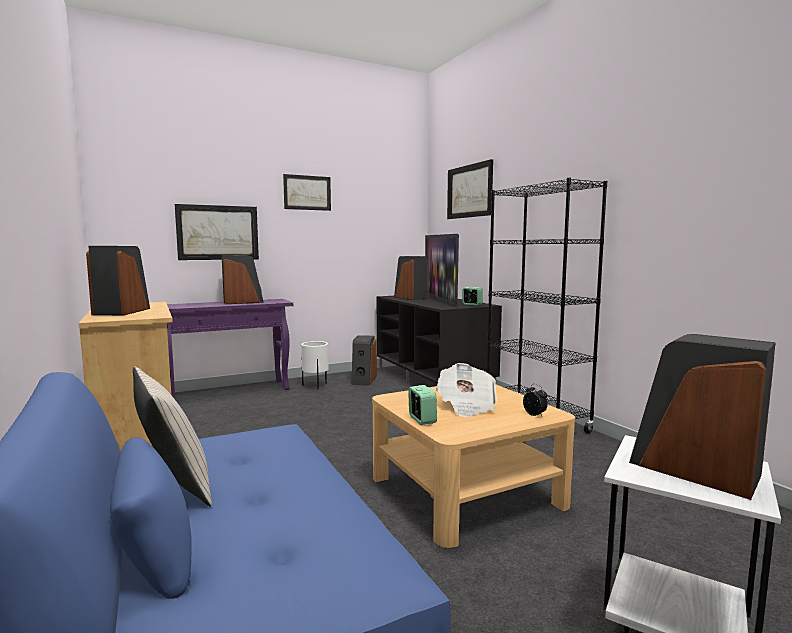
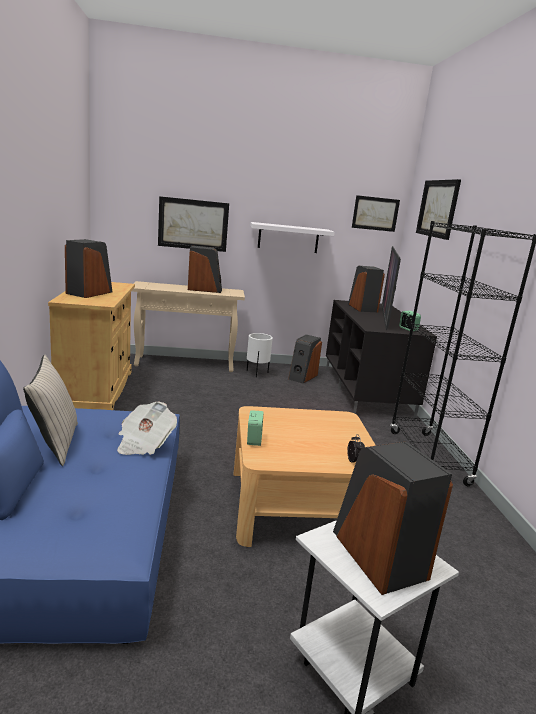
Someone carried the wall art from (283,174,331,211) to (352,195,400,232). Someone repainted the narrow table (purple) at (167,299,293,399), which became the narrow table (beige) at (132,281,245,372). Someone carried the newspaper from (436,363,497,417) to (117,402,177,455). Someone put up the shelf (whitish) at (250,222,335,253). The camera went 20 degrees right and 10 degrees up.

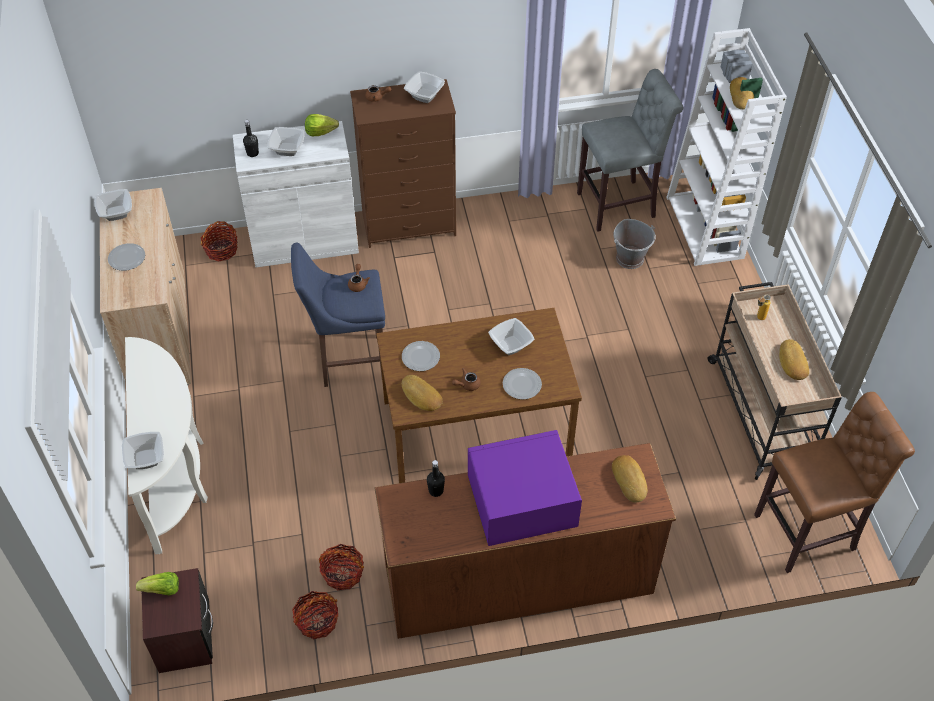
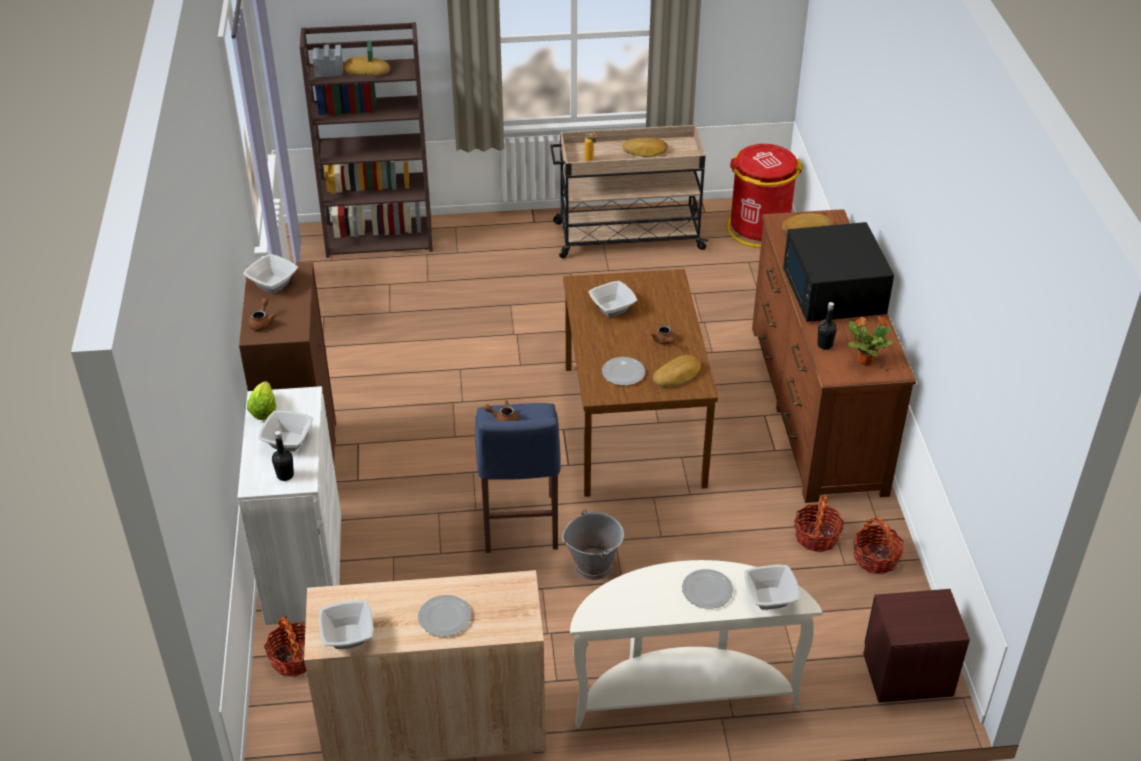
Someone repainted the shelving unit (whitish) at (666,28,787,266), which became the shelving unit (brown) at (300,22,433,258). Someone took away the sitting stool (greyish) at (577,69,683,232). Someone carried the water bucket (greyish) from (613,219,656,269) to (562,510,624,580). Someone carried the dinner plate from (503,368,542,399) to (682,569,733,609). Someone swapped the sitting stool (brown) at (754,392,915,573) for the rubbish bin (red-coloured) at (726,144,802,248). Someone repainted the microwave (purple) at (468,430,582,546), which became the microwave (blackish) at (783,222,894,322). Someone took away the lettuce at (136,572,179,595). Someone put down the potted plant at (847,316,893,365). The camera went 85 degrees left and 10 degrees down.

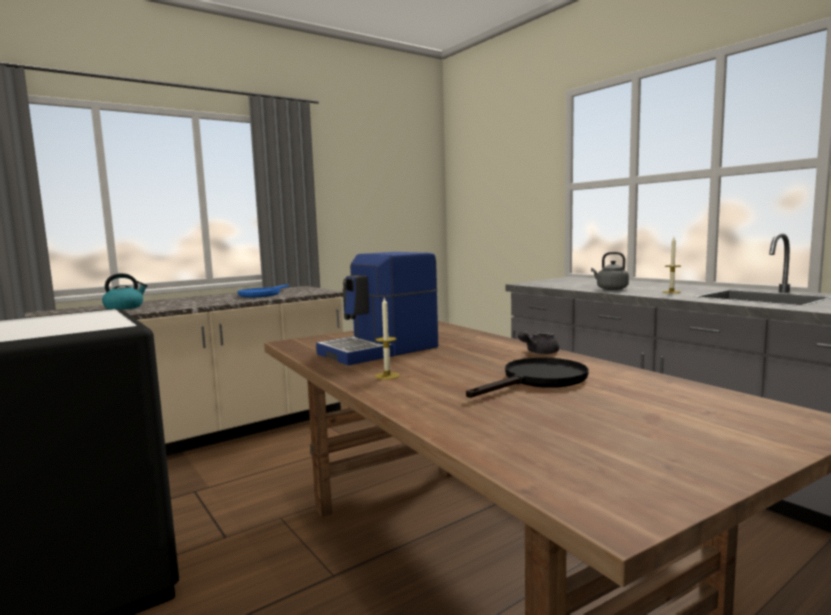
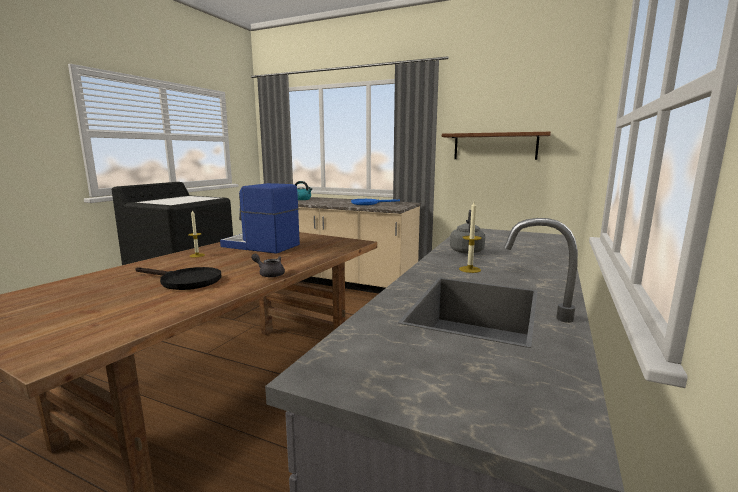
Someone put up the shelf (brown) at (442,132,551,160). The camera went 60 degrees right and 5 degrees up.

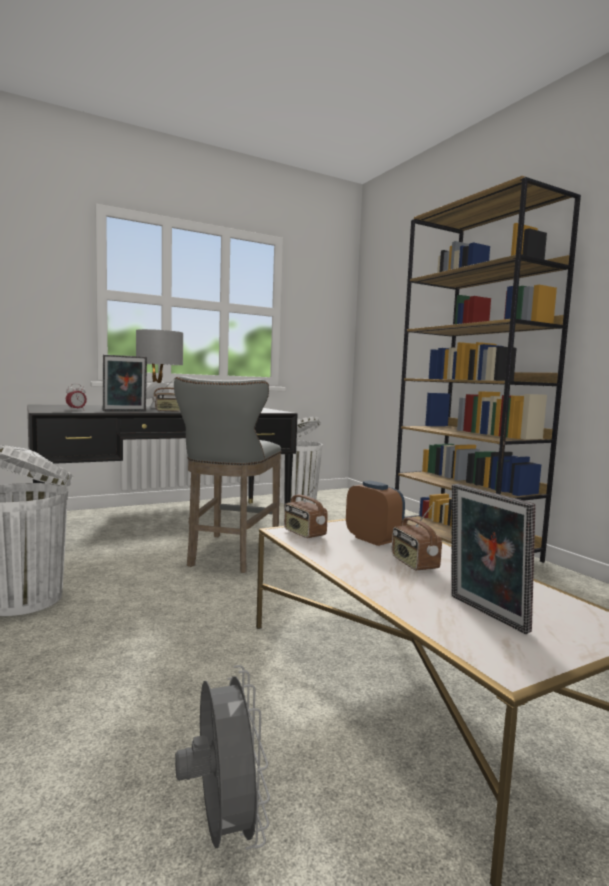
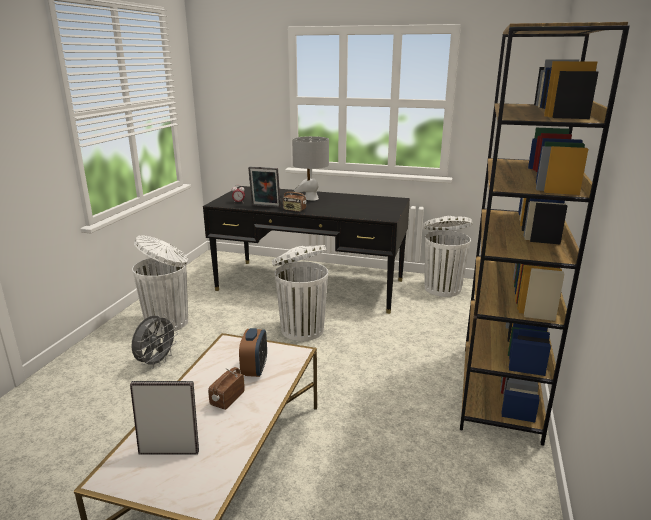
Someone swapped the sitting stool (greyish) at (174,376,282,573) for the rubbish bin (whitish) at (272,245,328,341). Someone took away the radio receiver at (284,483,328,539). Someone rotated the picture frame at (451,484,535,634) by 75 degrees clockwise. Someone carried the fan (greyish) from (175,665,270,850) to (131,314,178,368). The camera went 45 degrees right and 15 degrees up.

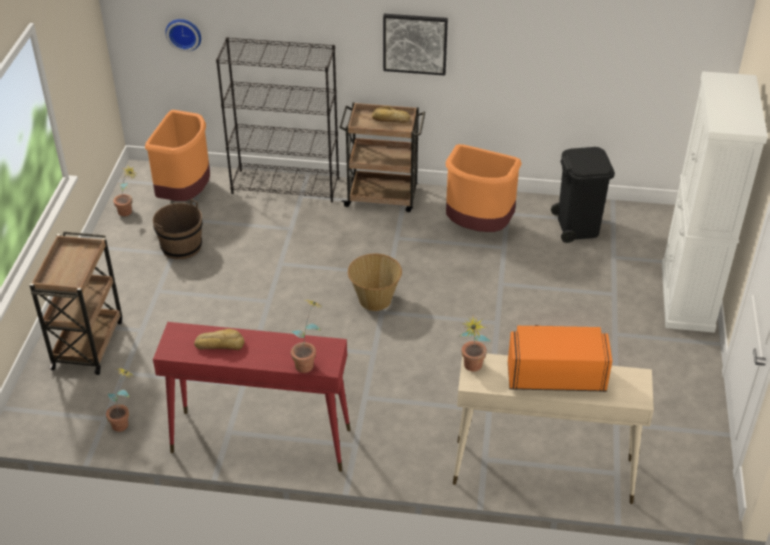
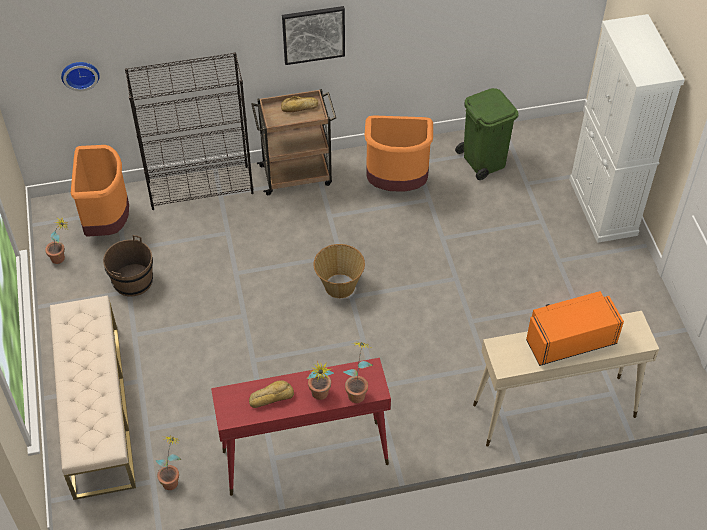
Someone repainted the rubbish bin (blackish) at (551,147,615,243), which became the rubbish bin (green) at (455,88,518,180). Someone swapped the wheeled cart (brown) at (29,232,122,375) for the long seat (beige) at (50,295,136,500). Someone carried the potted plant from (459,317,491,371) to (307,361,334,400). The camera went 20 degrees left and 10 degrees up.

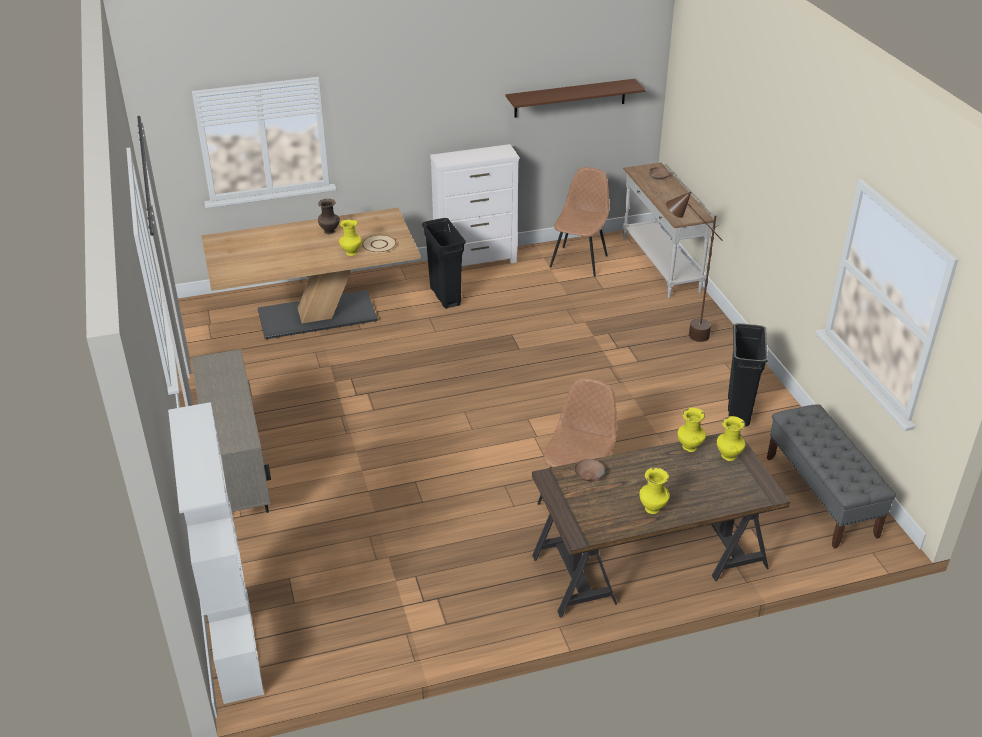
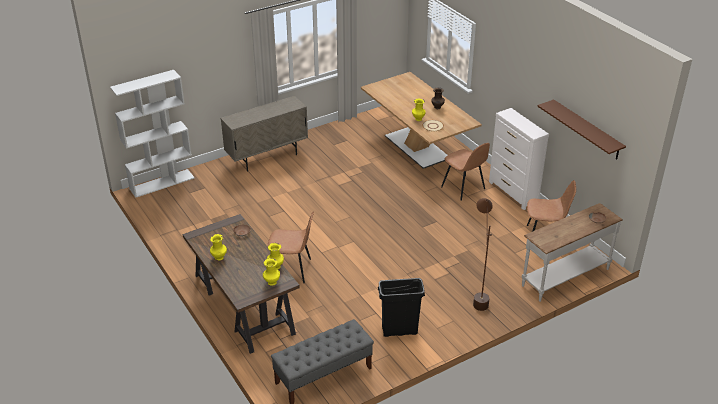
Someone swapped the rubbish bin (blackish) at (422,218,466,309) for the plain chair (brown) at (441,143,490,201). The camera went 75 degrees right and 0 degrees up.

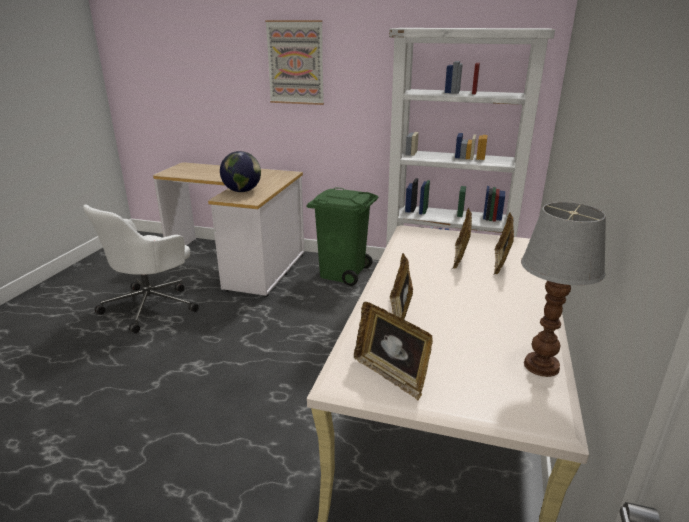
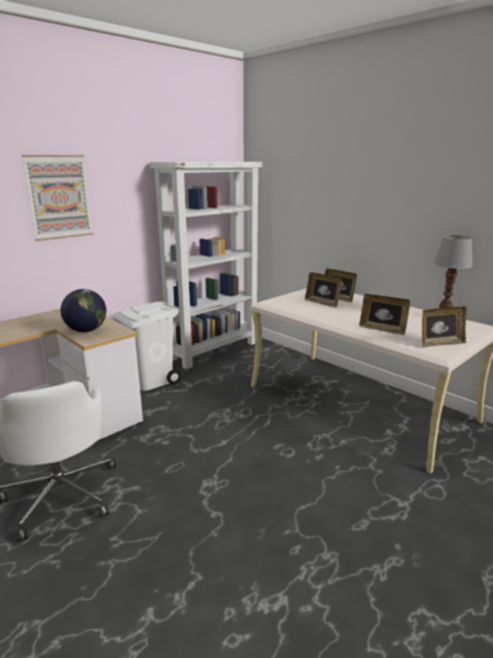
Someone repainted the rubbish bin (green) at (307,187,379,286), which became the rubbish bin (whitish) at (113,302,181,391). The camera went 60 degrees left and 5 degrees down.

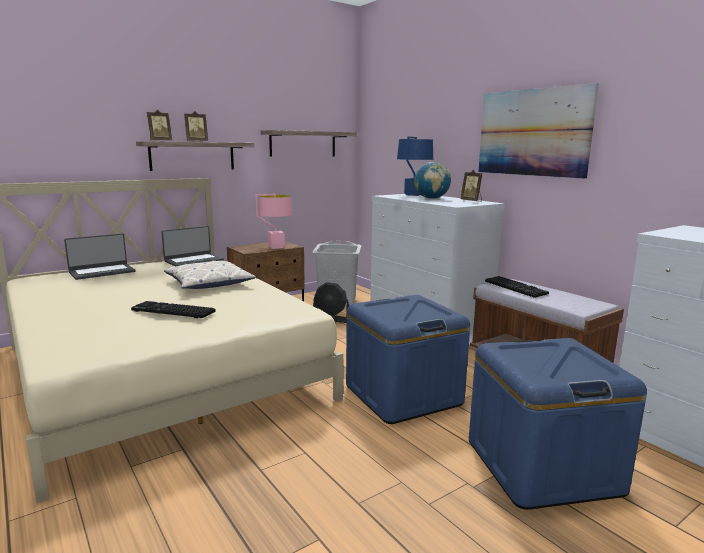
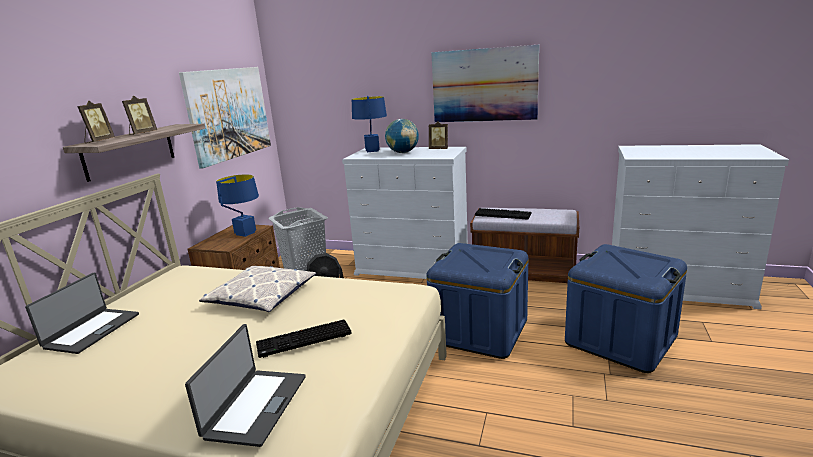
Someone swapped the shelf at (261,130,357,157) for the wall art at (179,67,271,169). Someone repainted the table lamp (pink) at (255,194,293,249), which became the table lamp (blue) at (216,174,259,237). Someone carried the notebook computer from (161,226,224,267) to (185,324,306,447). The camera went 35 degrees left and 5 degrees up.

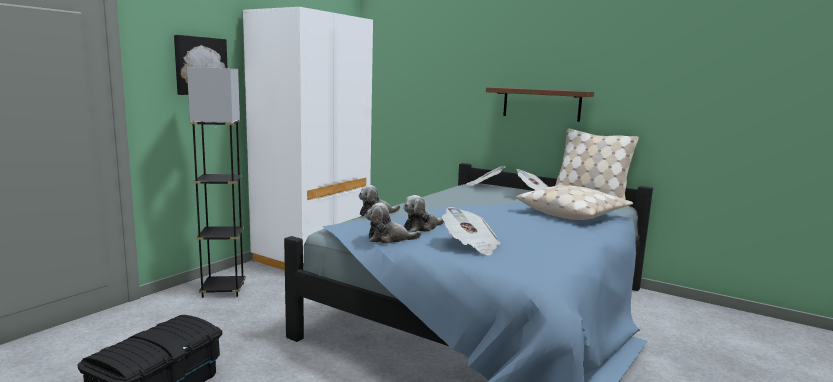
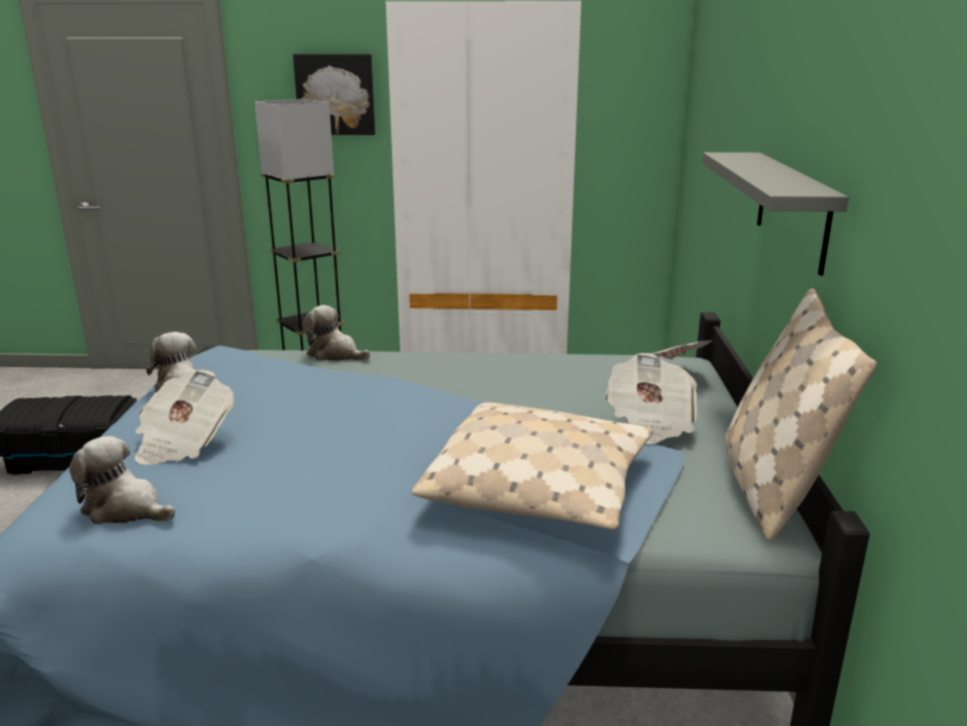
Someone repainted the shelf (brown) at (486,87,594,122), which became the shelf (greyish) at (702,152,849,276). Someone carried the cuddly toy from (403,195,444,232) to (69,436,175,524). The camera went 60 degrees right and 10 degrees up.

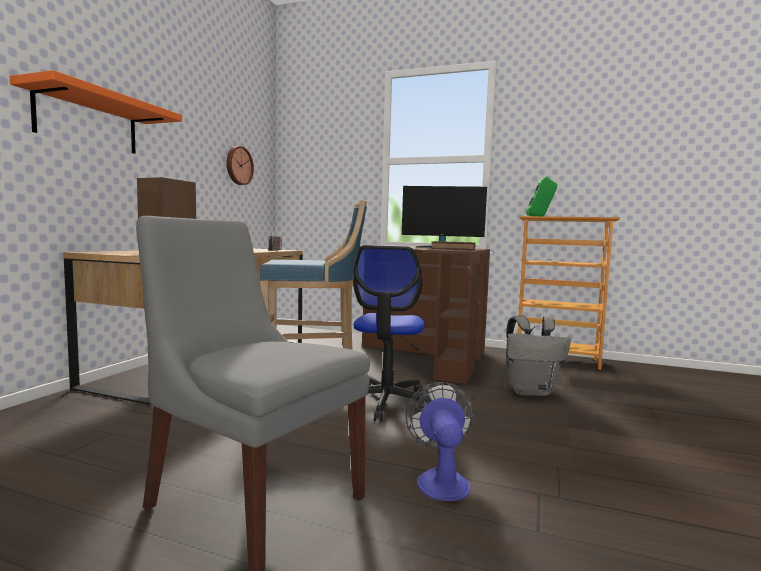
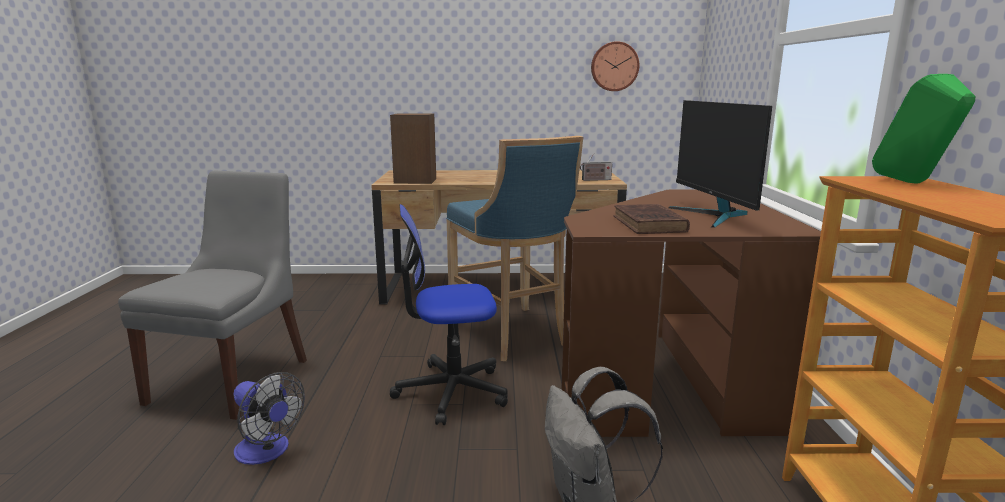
Someone took away the shelf (orangey) at (10,70,182,154). Someone rotated the fan at (406,382,474,501) by 60 degrees clockwise. The camera went 70 degrees right and 10 degrees up.

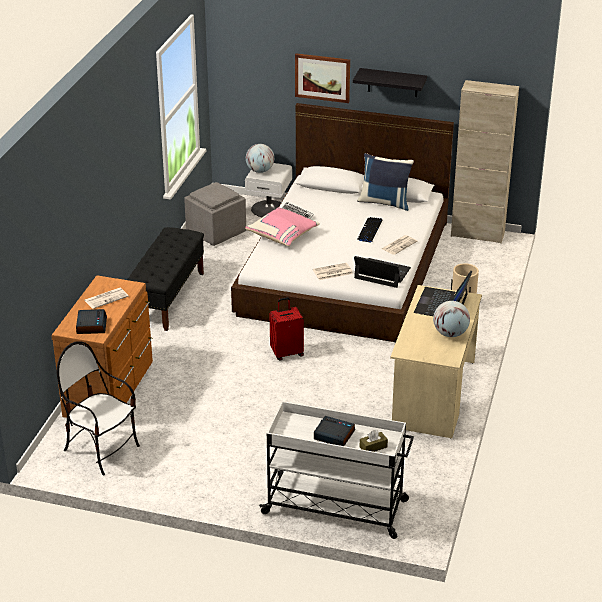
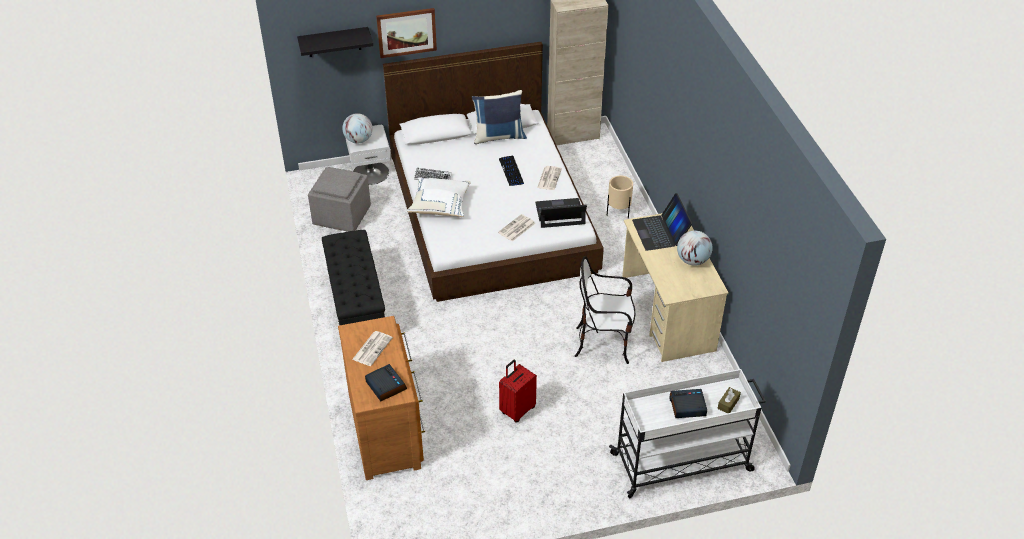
Someone carried the shelf (blackish) from (353,68,427,97) to (297,27,373,57). Someone repainted the cushion (pink) at (245,207,320,246), which became the cushion (whitish) at (407,177,471,217). Someone carried the travel case (red-coloured) from (269,297,304,361) to (499,360,537,423). Someone carried the plain chair from (57,341,140,475) to (575,256,635,364). The camera went 30 degrees left and 10 degrees up.

